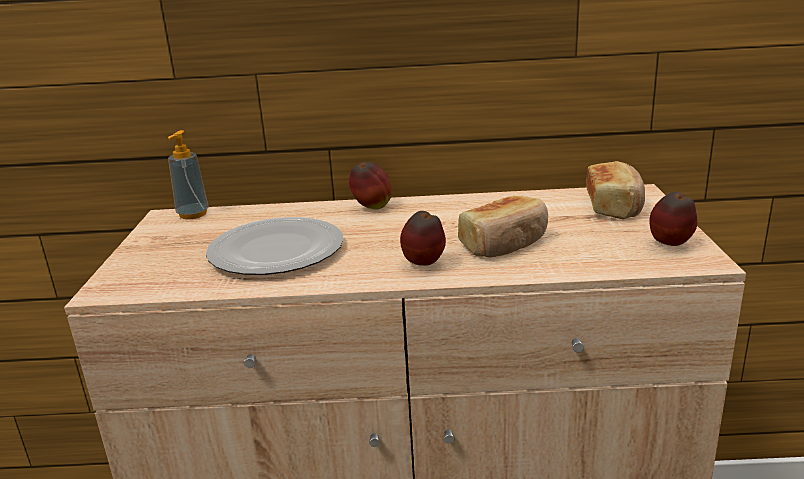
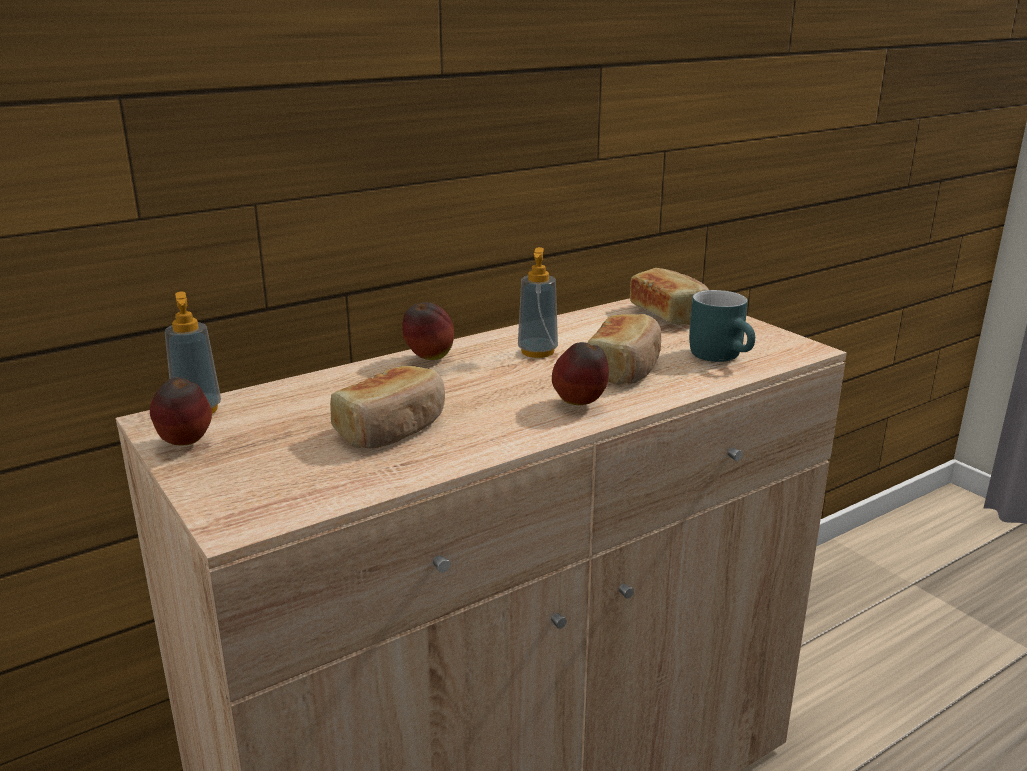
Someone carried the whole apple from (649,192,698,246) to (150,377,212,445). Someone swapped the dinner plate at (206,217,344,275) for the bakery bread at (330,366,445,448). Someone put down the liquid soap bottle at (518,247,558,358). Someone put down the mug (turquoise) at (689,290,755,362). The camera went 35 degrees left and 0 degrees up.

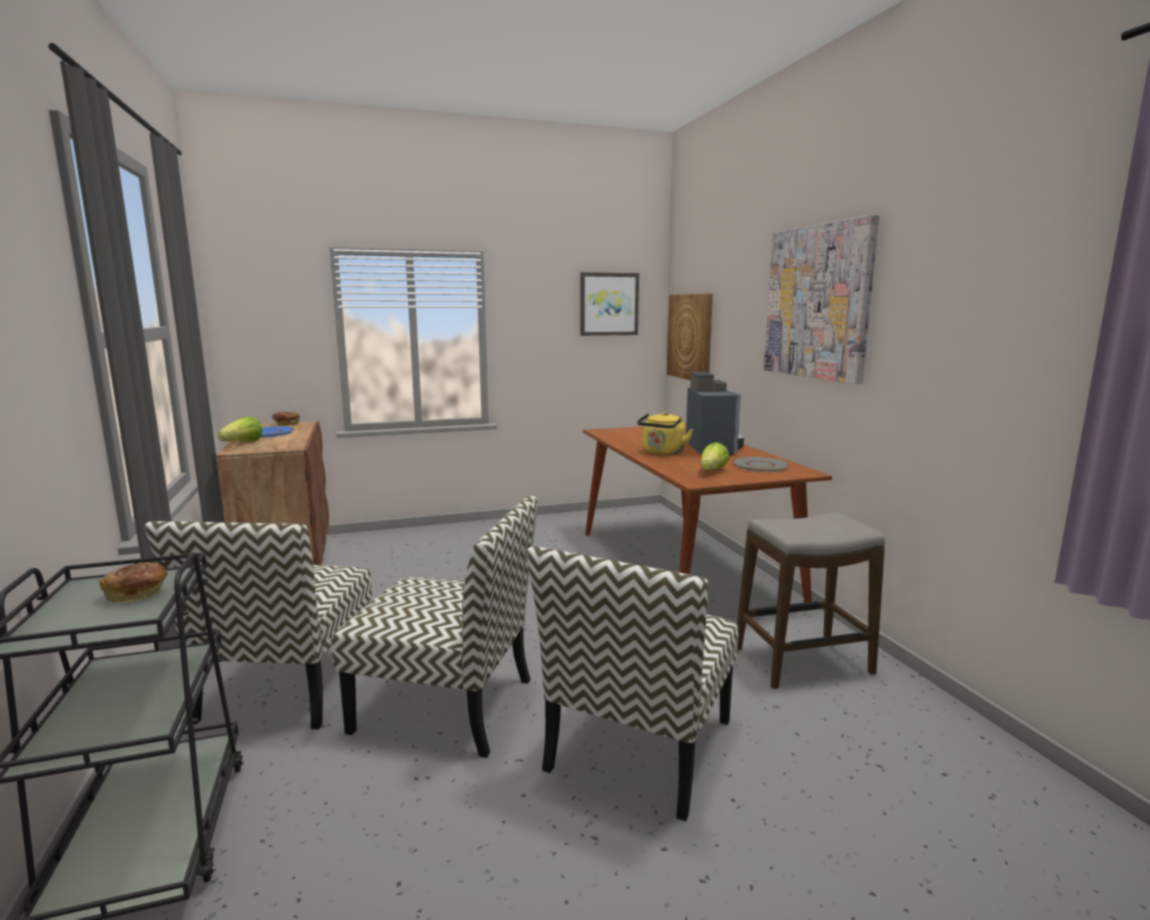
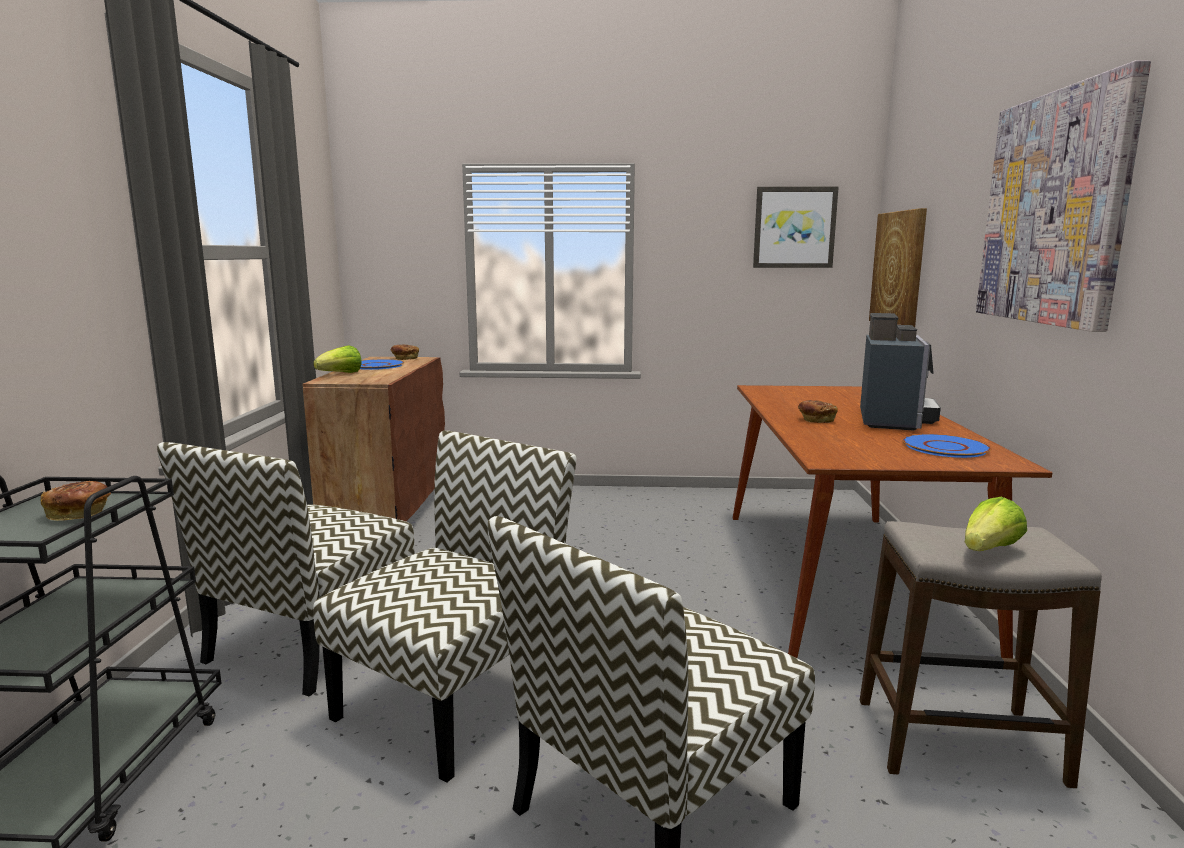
Someone swapped the water kettle (yellow) at (637,412,693,455) for the bakery bread at (798,400,838,423). Someone carried the lettuce from (701,442,730,470) to (965,497,1027,551). Someone repainted the dinner plate (greyish) at (732,457,790,472), which became the dinner plate (blue) at (902,434,991,458). Someone rotated the plain chair at (331,495,537,758) by 90 degrees counterclockwise. The camera went 20 degrees right and 0 degrees up.

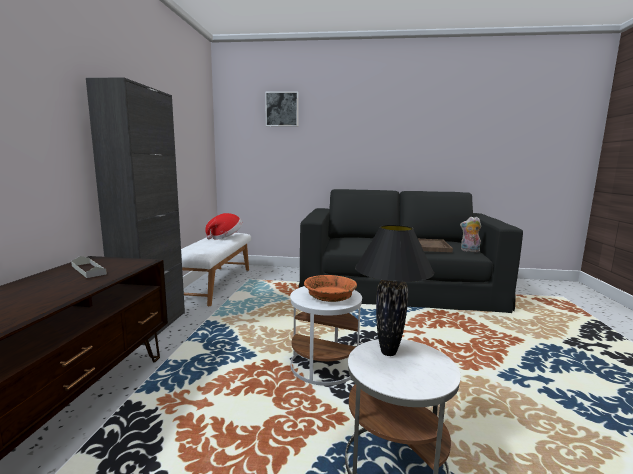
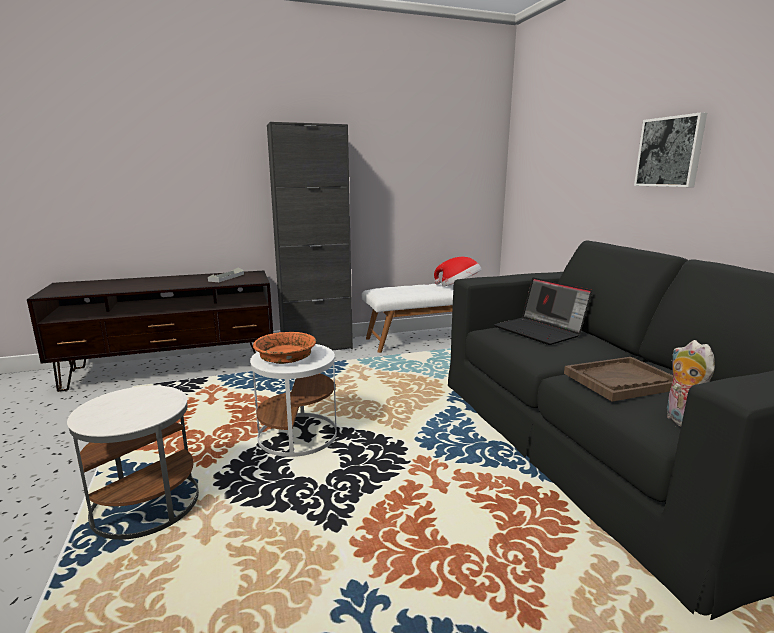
Someone carried the wall art from (265,91,299,127) to (634,112,707,187). Someone took away the table lamp (blackish) at (355,225,434,356). Someone put down the notebook computer at (494,277,592,345). The camera went 65 degrees right and 5 degrees up.

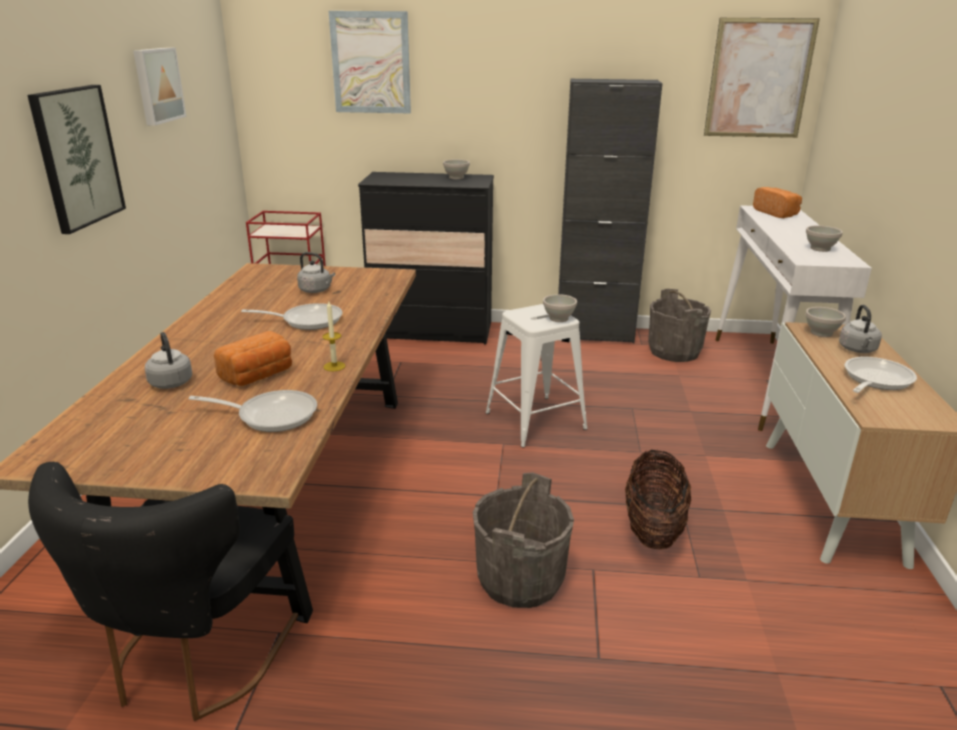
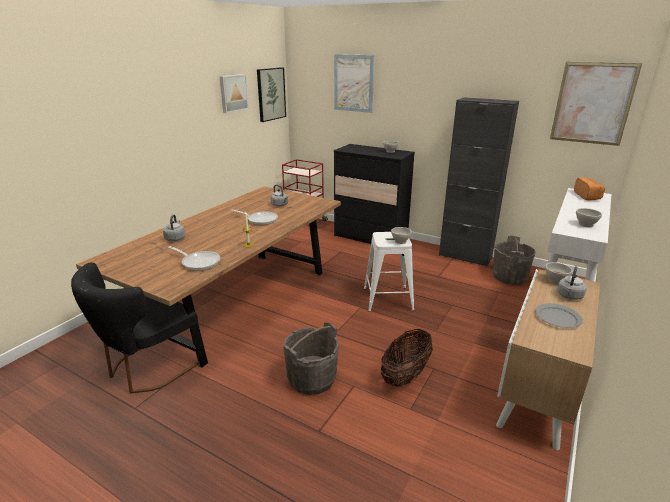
Someone carried the wall art from (27,85,126,234) to (257,67,286,122). Someone took away the bakery bread at (214,331,292,386). Someone swapped the pan at (845,357,917,393) for the dinner plate (greyish) at (535,303,583,328). The camera went 25 degrees right and 0 degrees up.

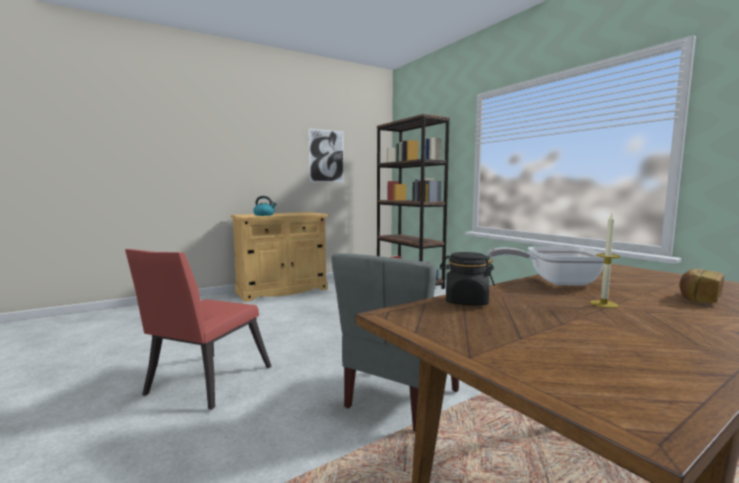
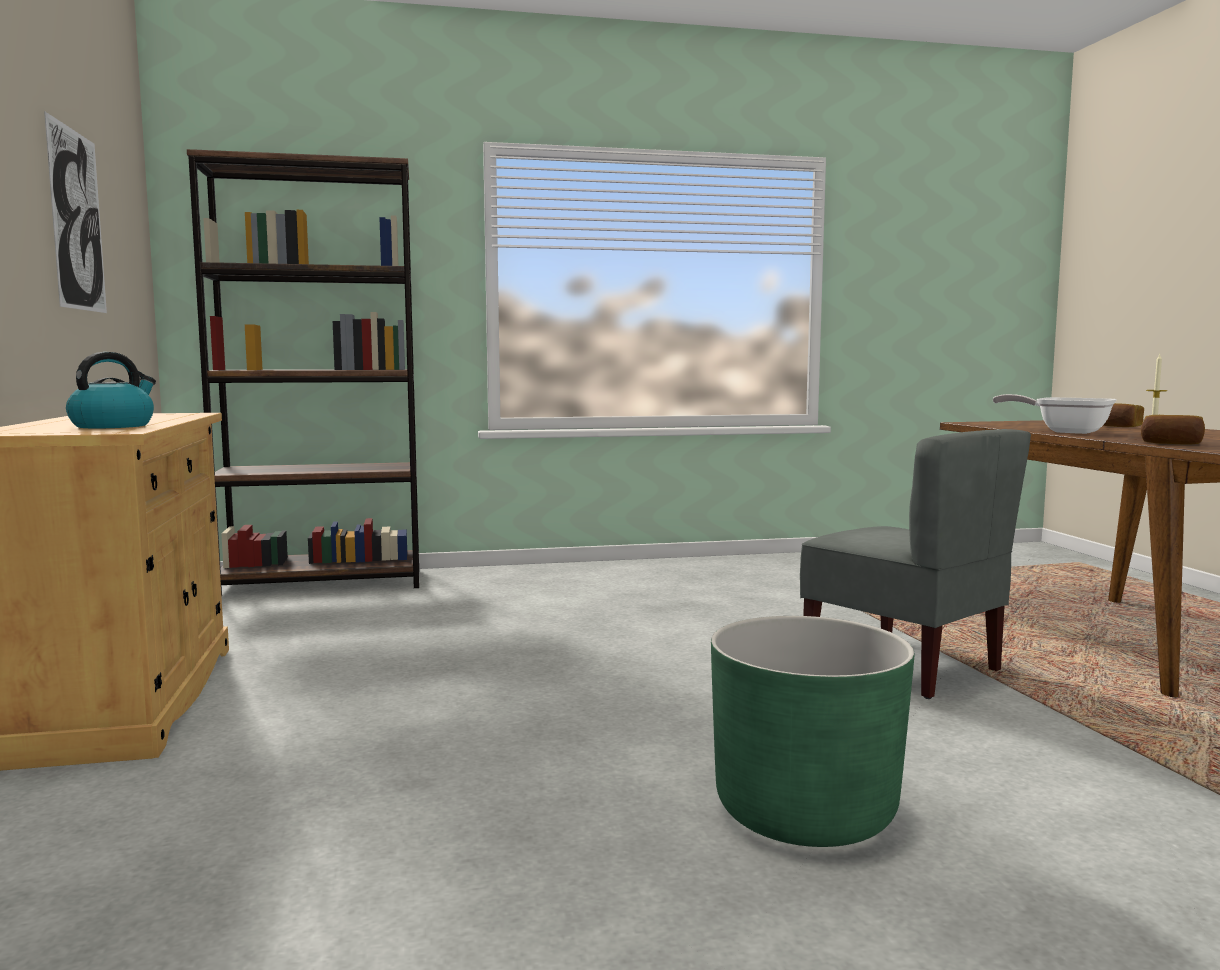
Someone rotated the pan at (488,247,604,286) by 105 degrees clockwise. Someone swapped the plain chair (red-coloured) at (125,249,271,410) for the planter (green) at (711,616,914,847). Someone swapped the preserve jar (blackish) at (440,252,495,306) for the bakery bread at (1141,415,1205,445). The camera went 70 degrees left and 0 degrees up.

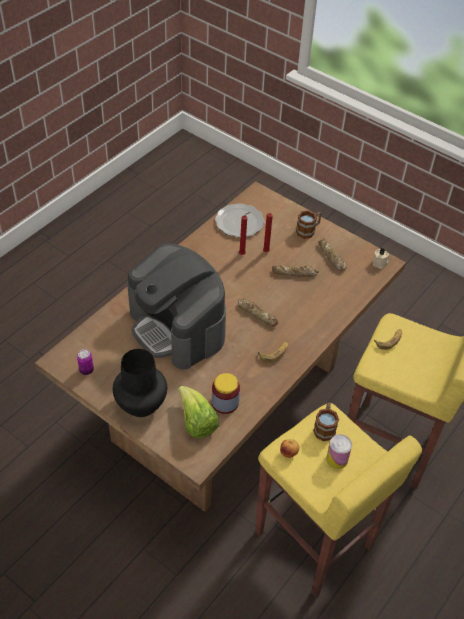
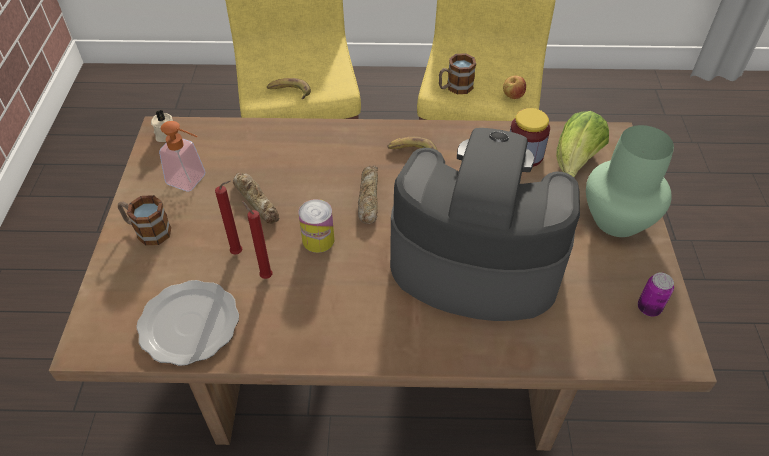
Someone swapped the bakery bread at (318,239,346,271) for the liquid soap bottle at (159,121,205,192). Someone rotated the coffee maker at (127,244,226,369) by 90 degrees counterclockwise. Someone repainted the flower vase (blackish) at (113,349,167,417), which became the flower vase (green) at (586,125,674,237). Someone carried the sealed can from (326,434,352,469) to (298,199,334,253). The camera went 125 degrees left and 0 degrees up.

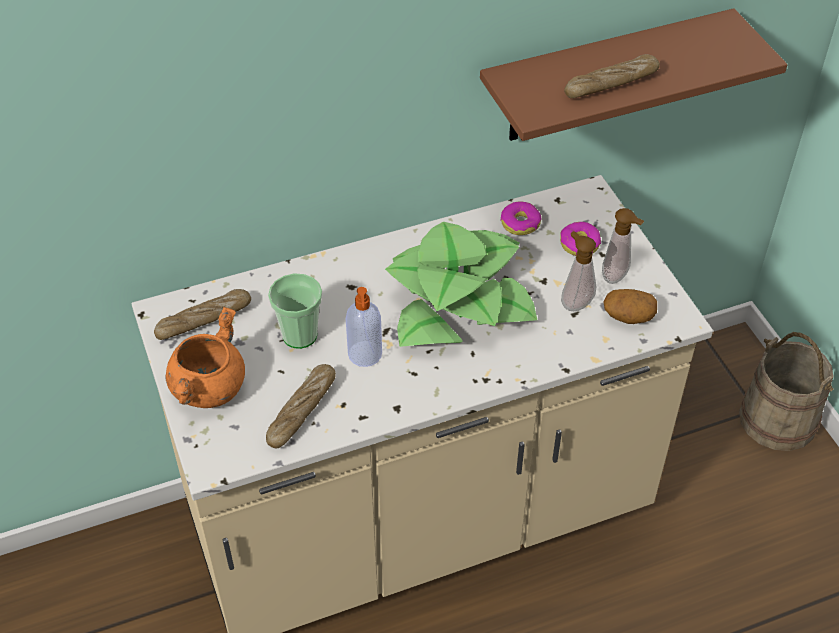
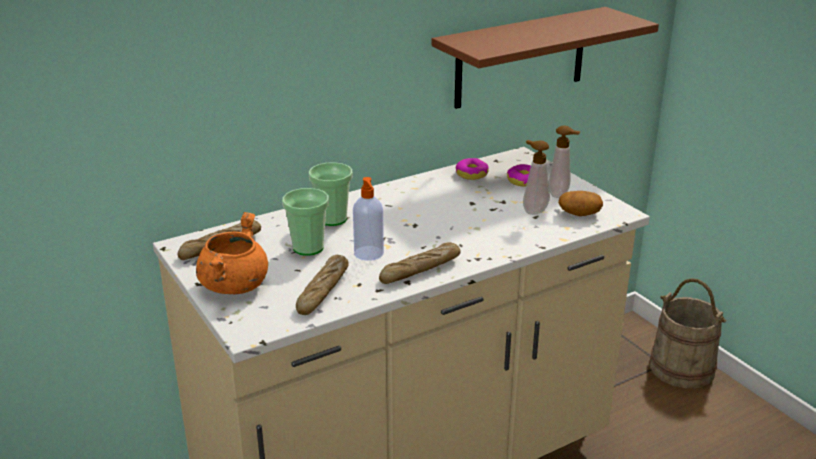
Someone carried the bakery bread from (564,54,660,98) to (379,242,461,284). Someone took away the potted plant at (385,222,537,347). Someone put down the cup at (309,162,352,226). The camera went 10 degrees left and 20 degrees down.

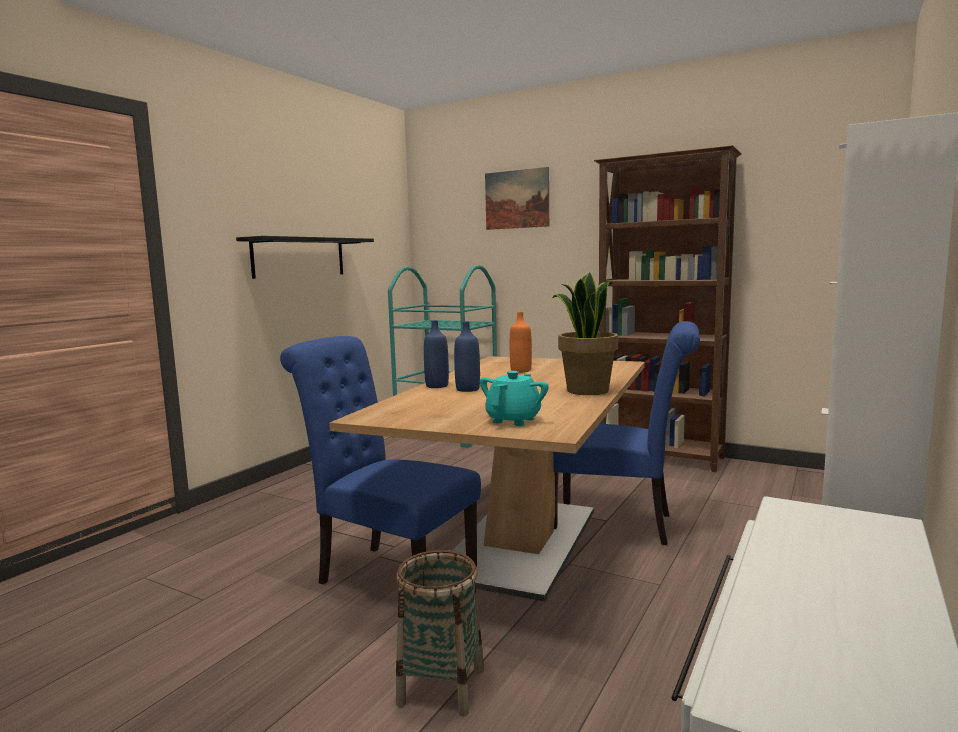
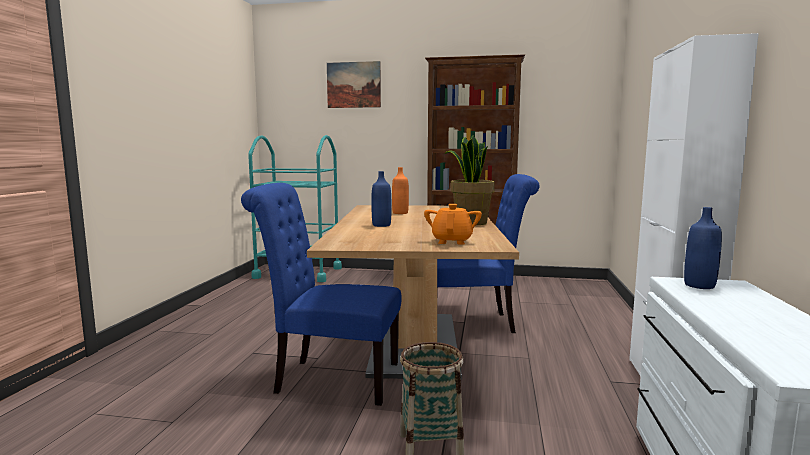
Someone took away the shelf (blackish) at (236,236,374,279). Someone carried the beverage bottle (blue) from (424,320,449,388) to (684,207,722,289). Someone repainted the teapot (turquoise) at (480,371,549,426), which became the teapot (orangey) at (424,204,482,245). The camera went 20 degrees left and 0 degrees up.

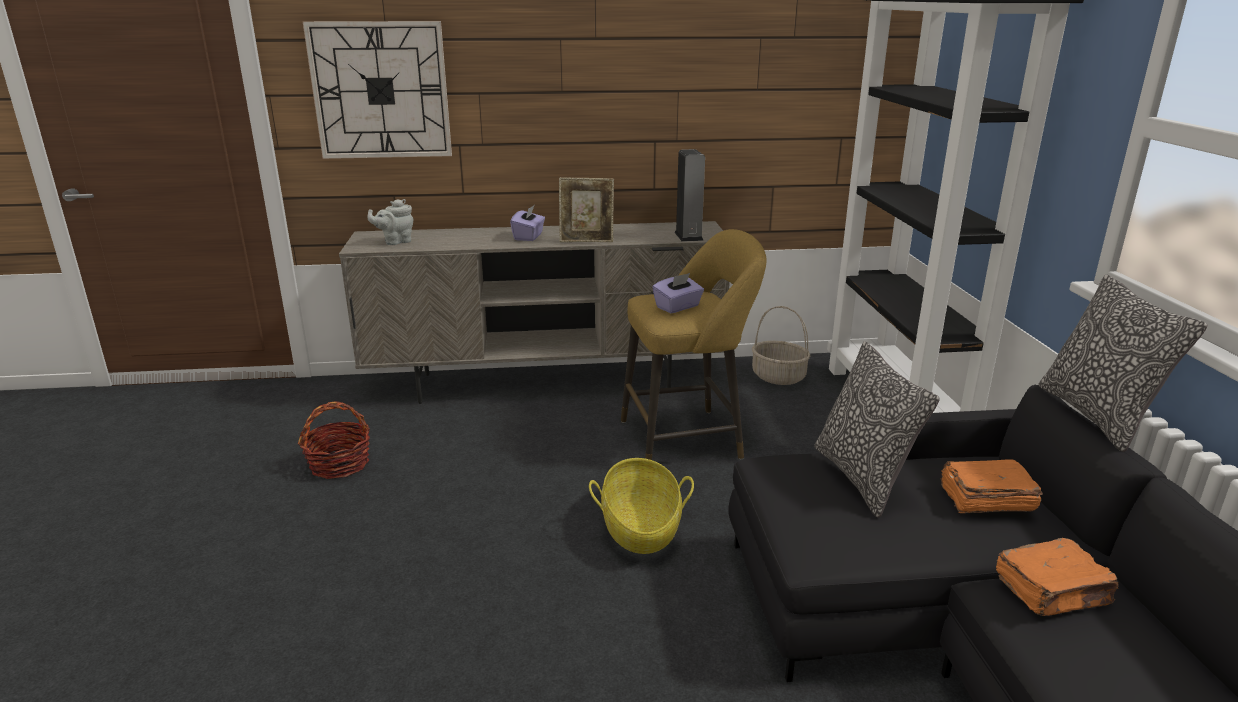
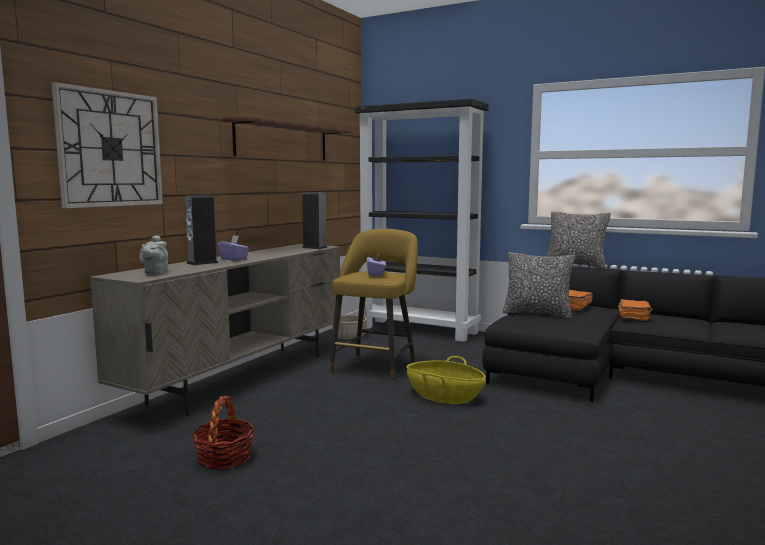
Someone took away the picture frame at (559,177,614,242). Someone put up the shelf (brown) at (222,116,352,160). Someone put down the loudspeaker at (185,195,219,265). The camera went 55 degrees left and 15 degrees down.

